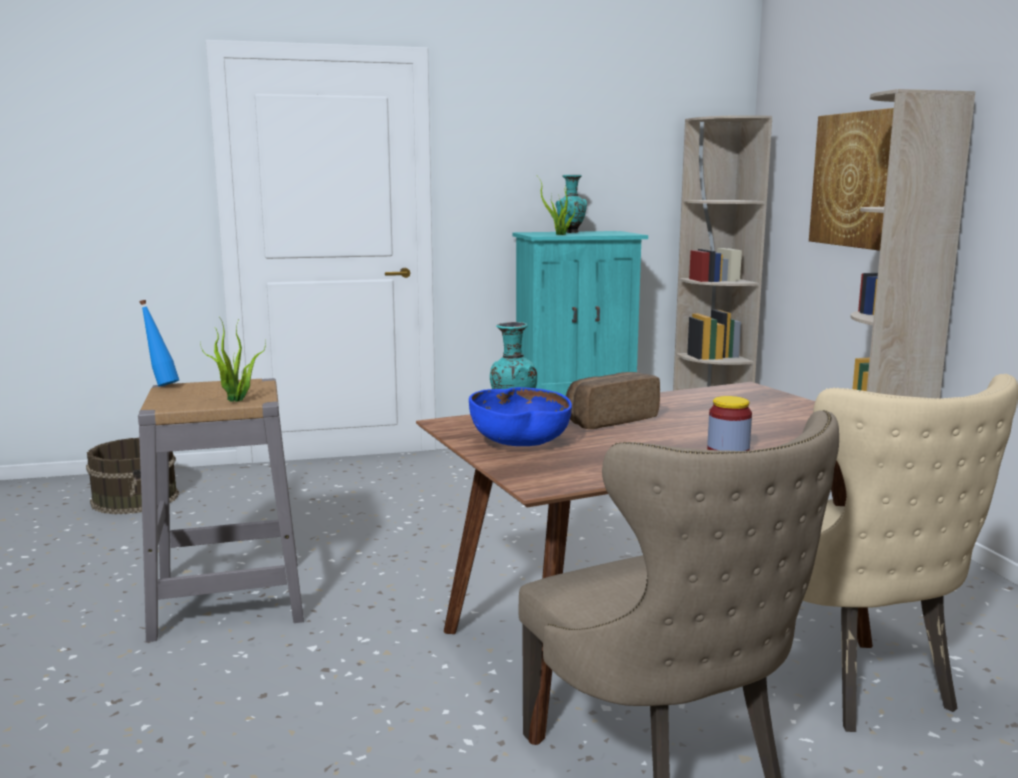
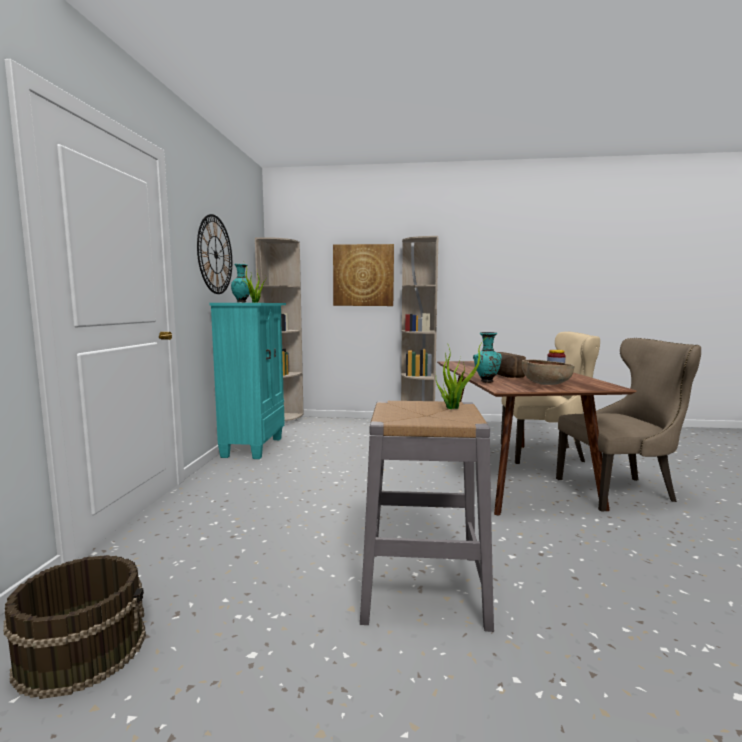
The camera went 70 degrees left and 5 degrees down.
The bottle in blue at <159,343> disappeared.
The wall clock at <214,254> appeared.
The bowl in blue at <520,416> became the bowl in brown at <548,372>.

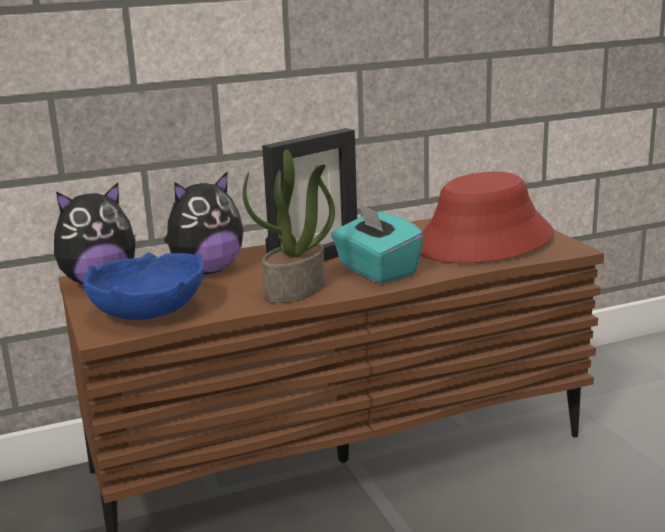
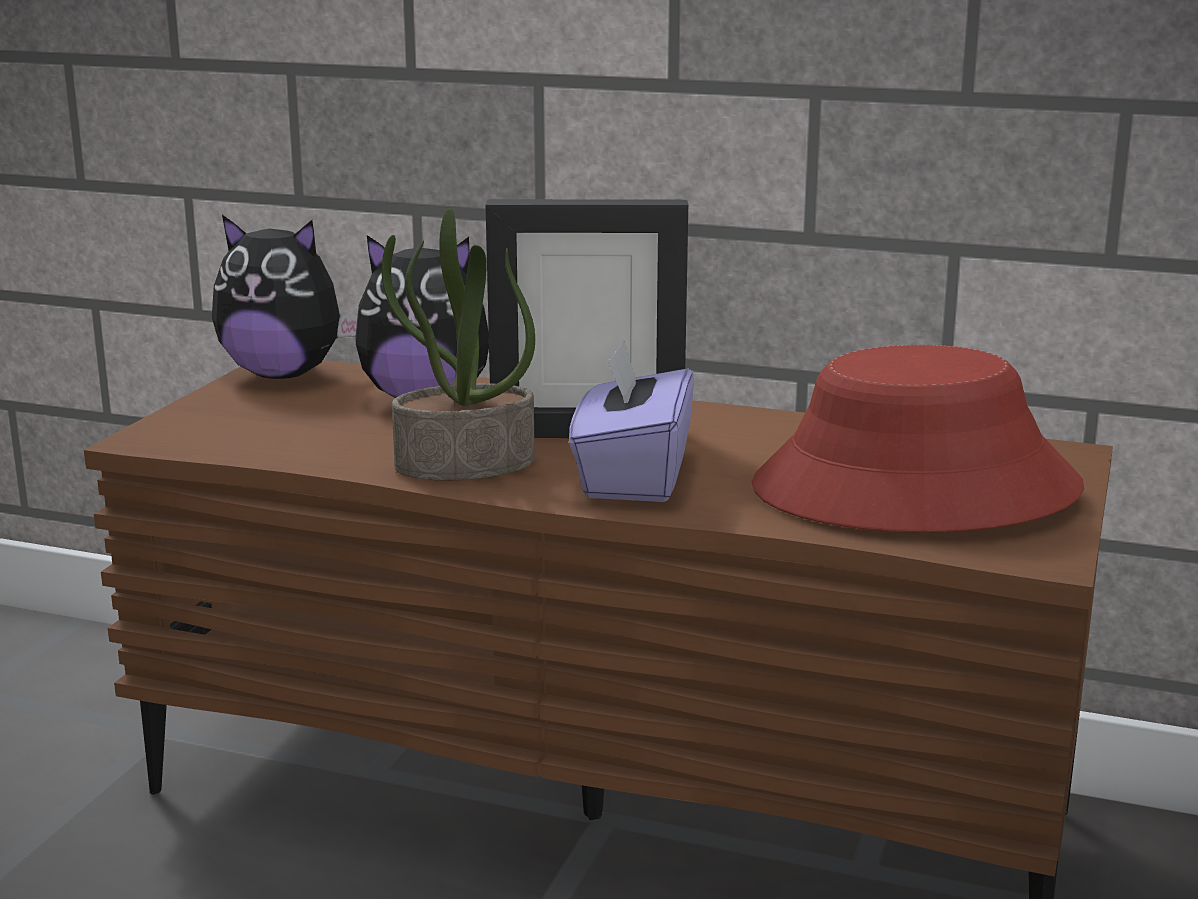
The camera went 40 degrees right and 0 degrees up.
The bowl in blue at <143,286> disappeared.
The tissue box in turquoise at <377,243> became the tissue box in purple at <631,420>.

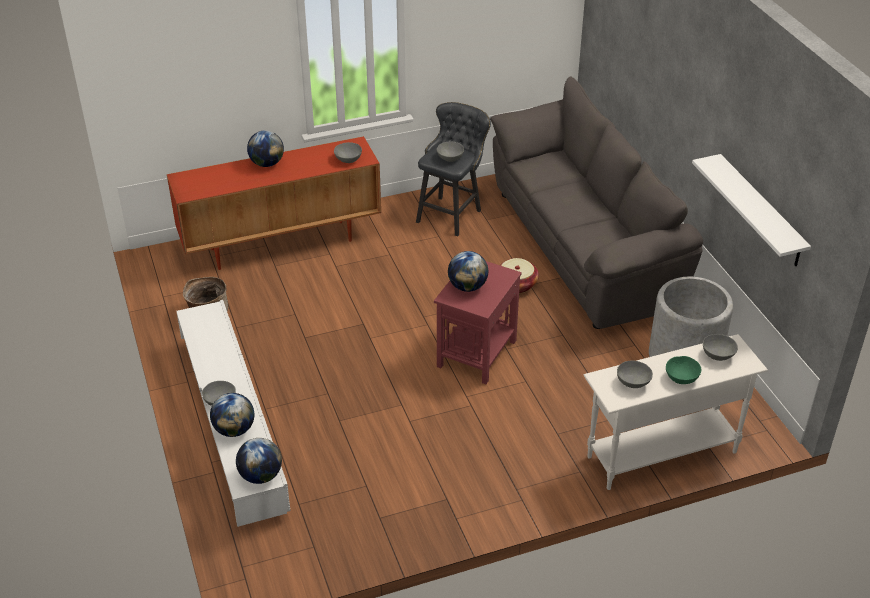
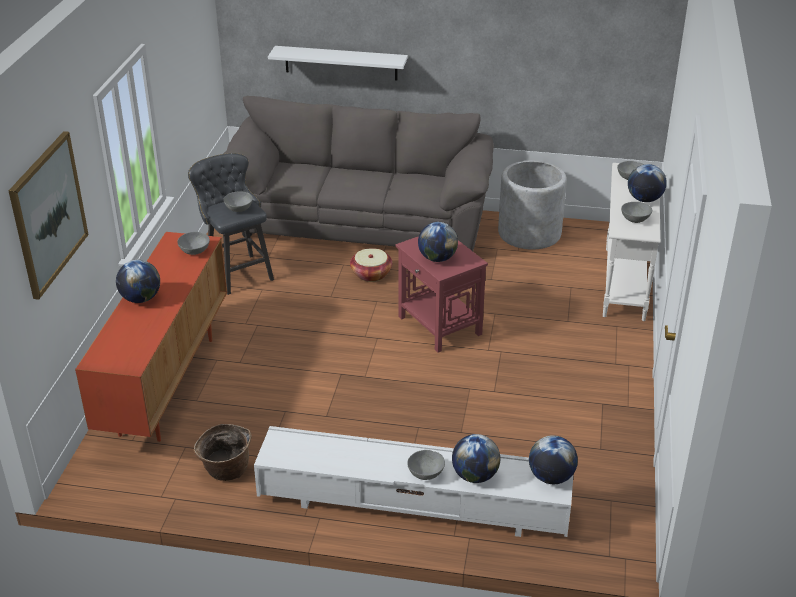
The camera went 60 degrees left and 5 degrees down.
The picture at <49,215> appeared.
The shelf in white moved from <751,210> to <338,63>.
The bowl in green at <683,370> was replaced by the globe at <647,183>.

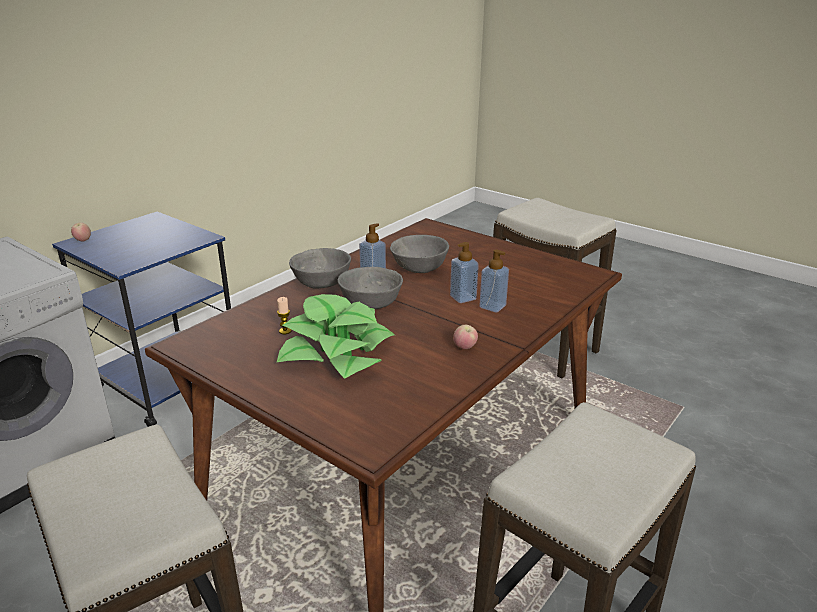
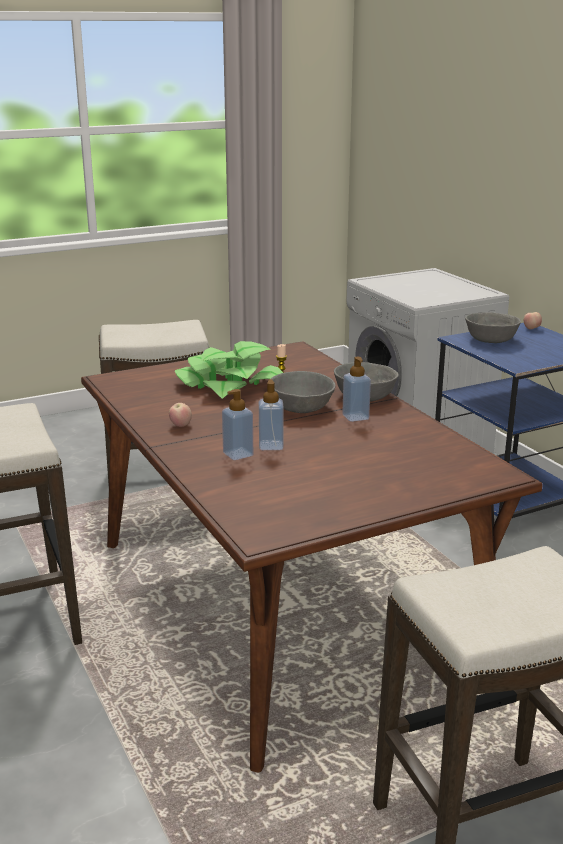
The camera went 115 degrees right and 5 degrees down.
The bowl in grey moved from <419,254> to <493,327>.

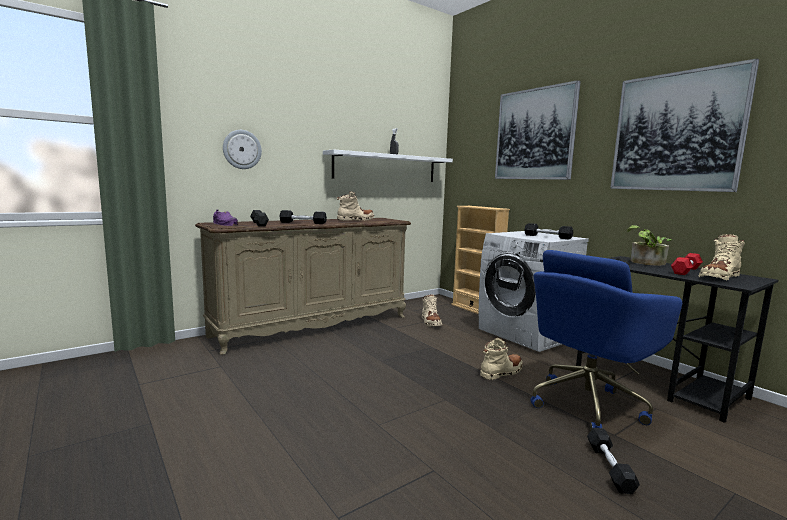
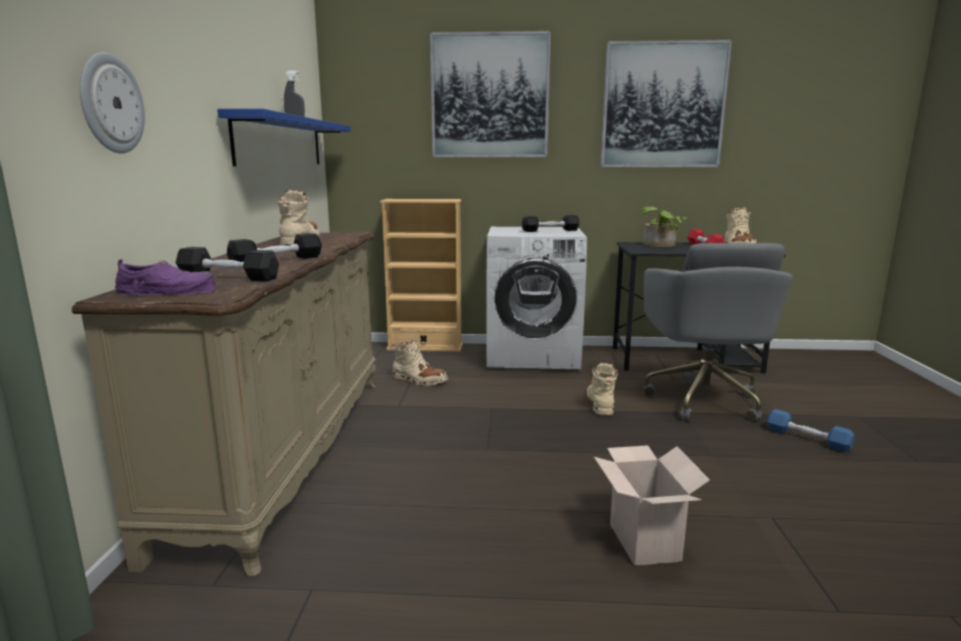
The camera went 50 degrees left and 5 degrees up.
The cardboard box at <652,505> appeared.
The shelf in white at <388,165> became the shelf in blue at <284,137>.
The office chair in blue at <606,340> became the office chair in grey at <718,332>.
The dumbbell in black at <613,461> became the dumbbell in blue at <810,430>.

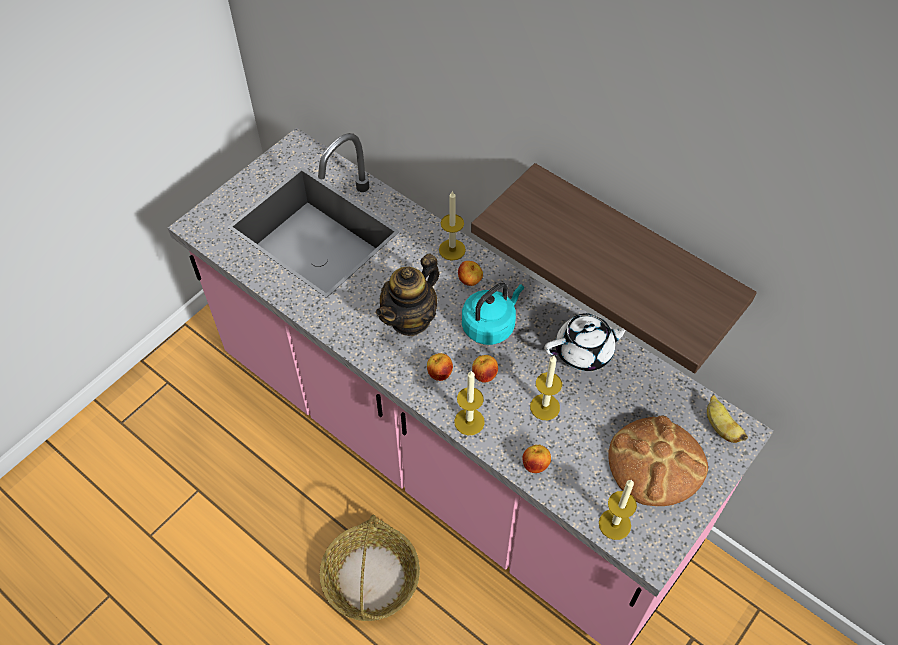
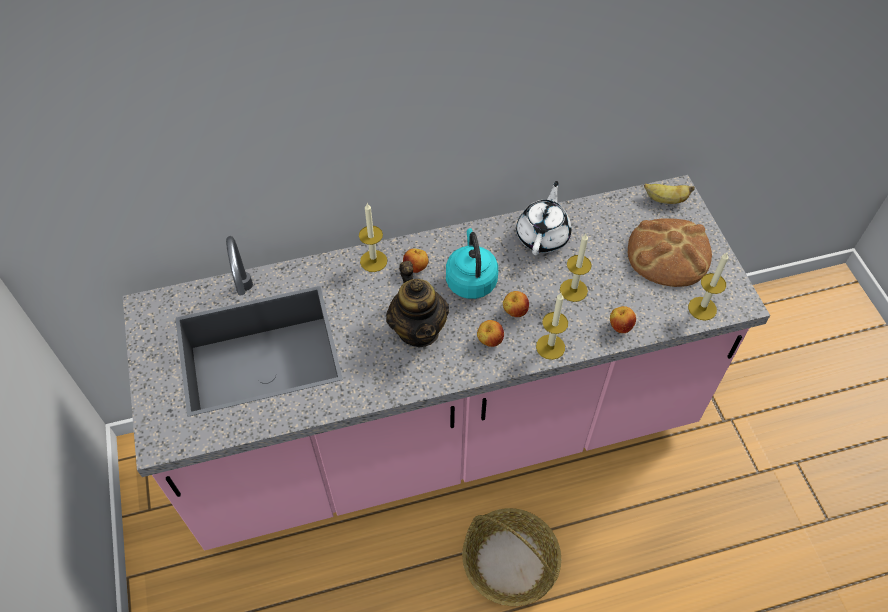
The camera went 55 degrees left and 0 degrees up.
The shelf at <614,268> disappeared.

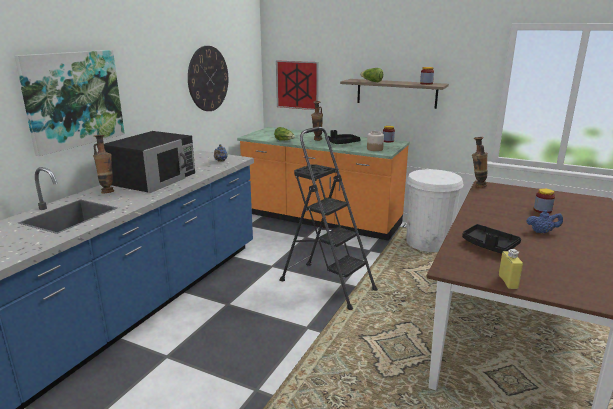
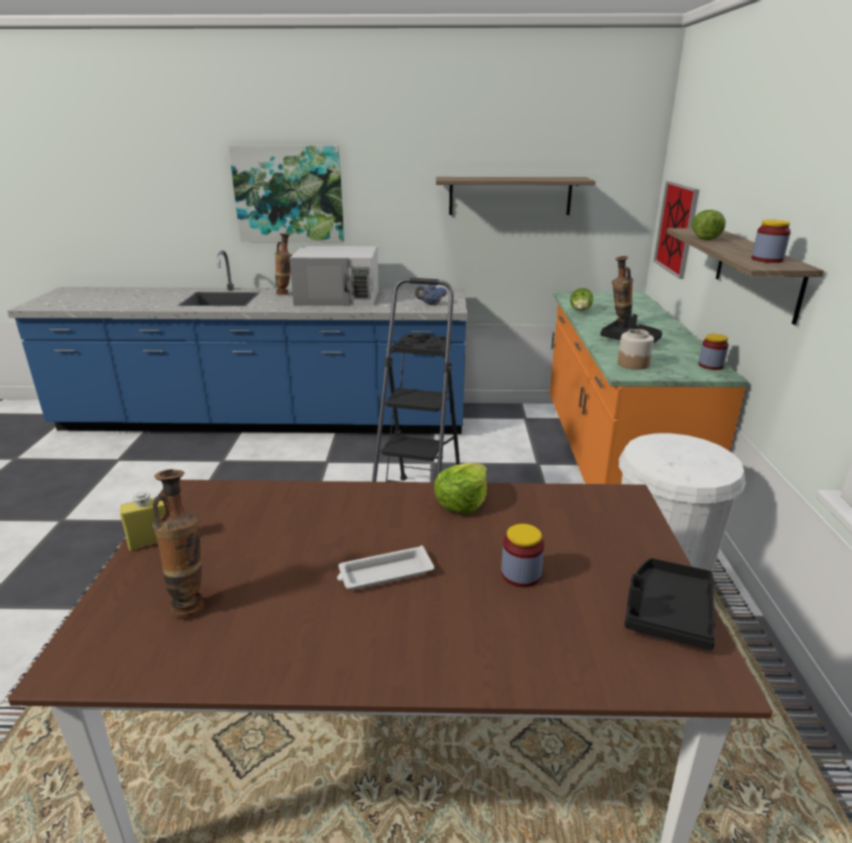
The camera went 65 degrees right and 5 degrees up.
The lettuce at <460,488> appeared.
The tray in black moved from <491,239> to <669,604>.
The vase moved from <480,162> to <178,543>.
The wall clock at <208,78> was replaced by the shelf at <516,196>.
The teapot in blue at <544,221> was replaced by the tray in white at <386,567>.
The microwave in black at <149,162> became the microwave in white at <334,276>.

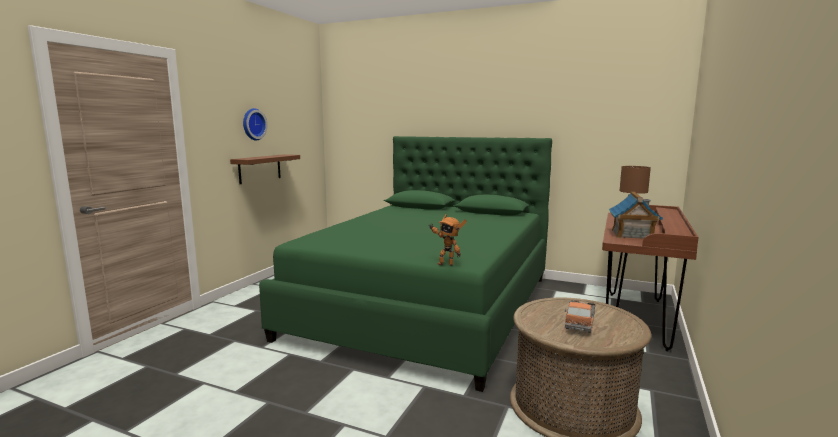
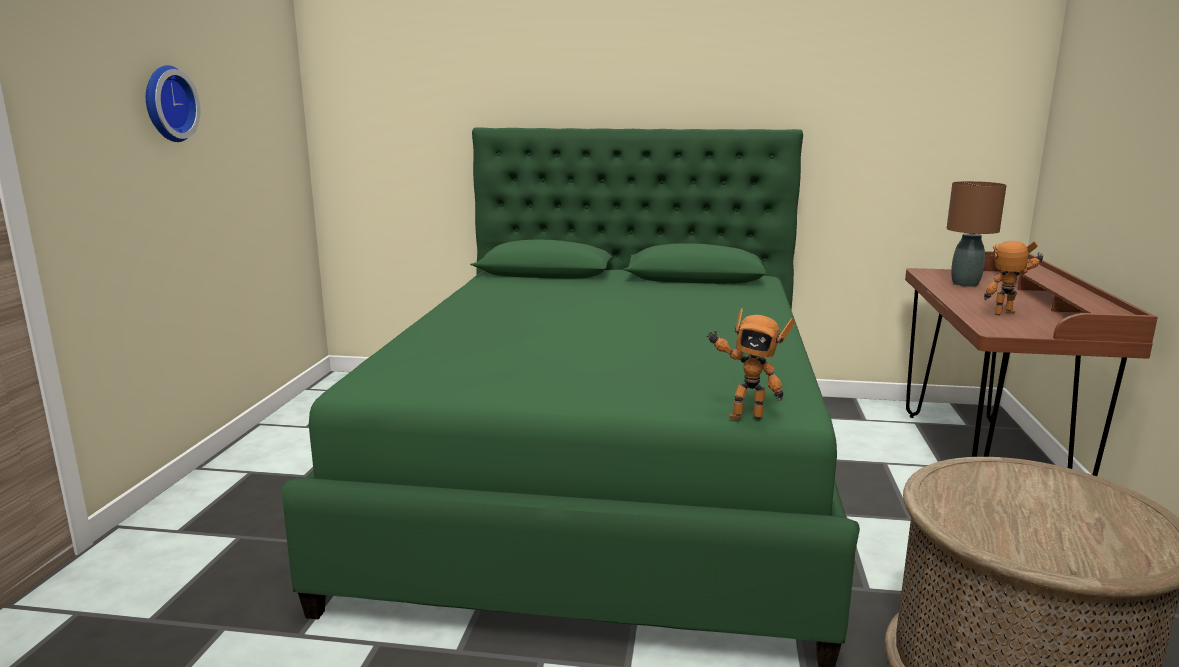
The camera went 15 degrees left and 5 degrees up.
The shelf in brown at <265,169> disappeared.
The toy truck at <580,316> disappeared.
The toy house at <636,215> was replaced by the toy robot at <1014,278>.

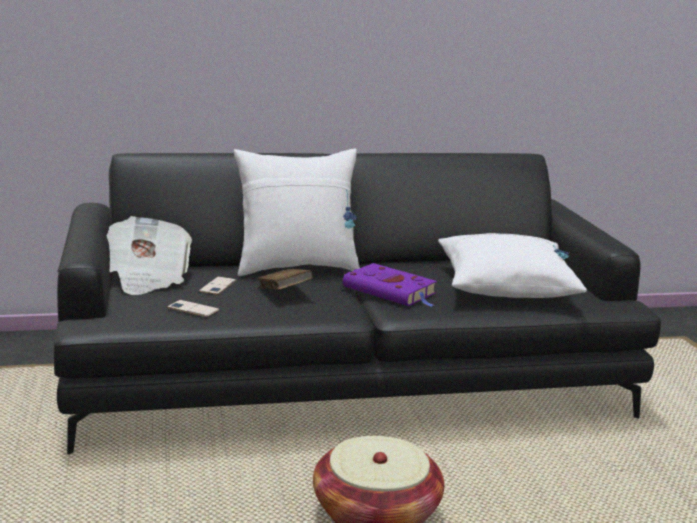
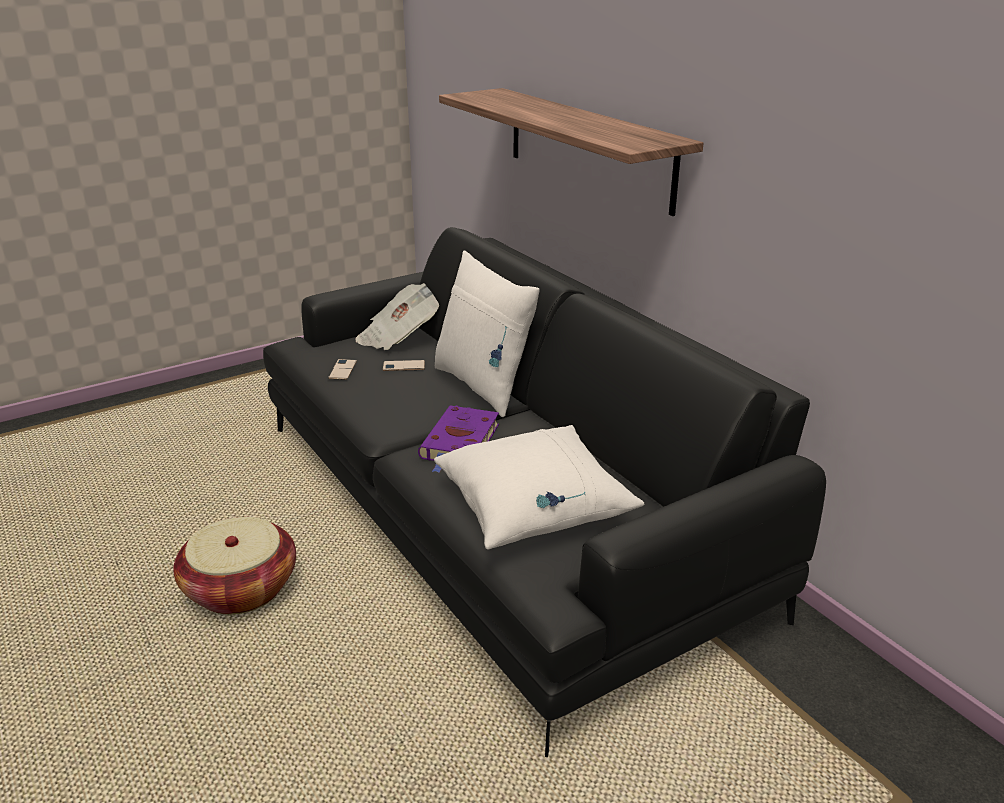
The camera went 70 degrees right and 10 degrees up.
The book in brown at <285,279> disappeared.
The shelf at <571,152> appeared.

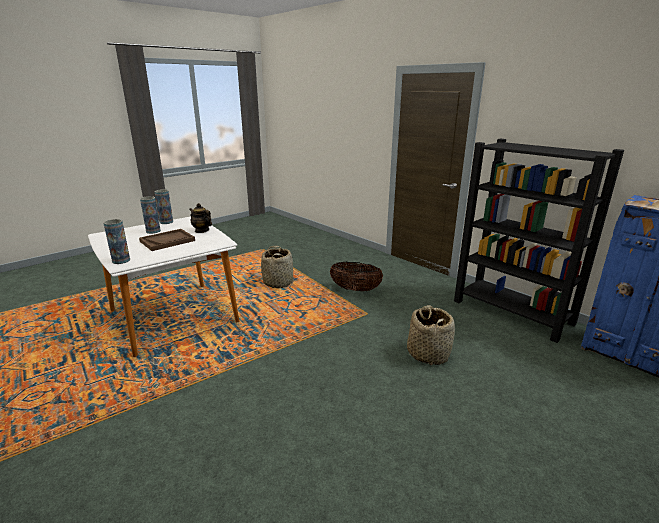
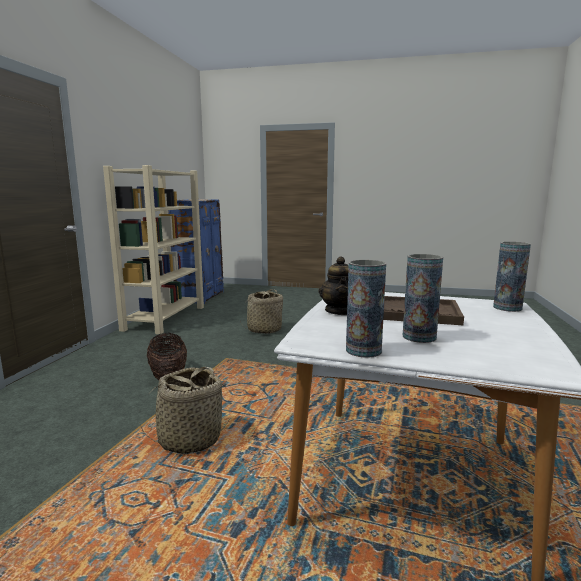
The camera went 125 degrees left and 10 degrees down.
The bookcase in black at <539,241> became the bookcase in beige at <153,250>.

